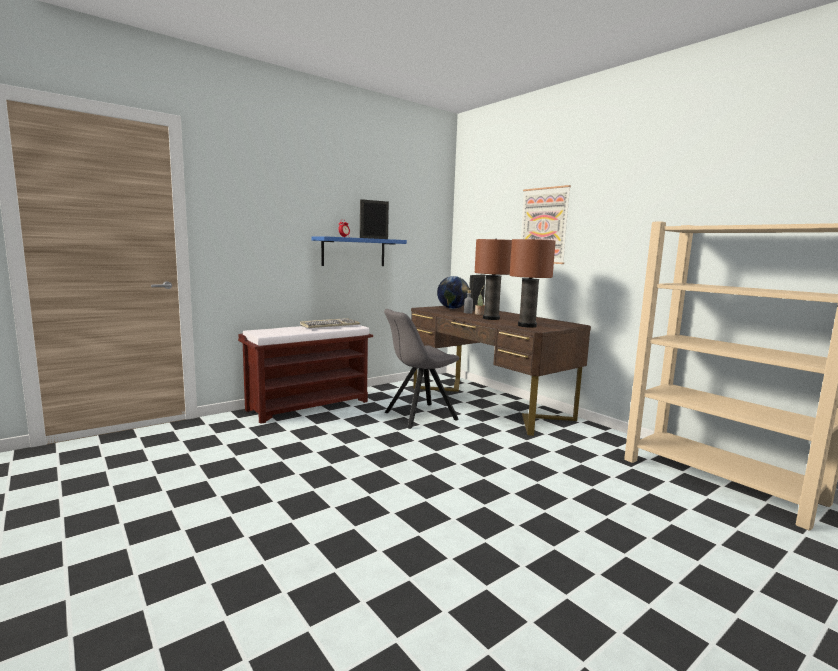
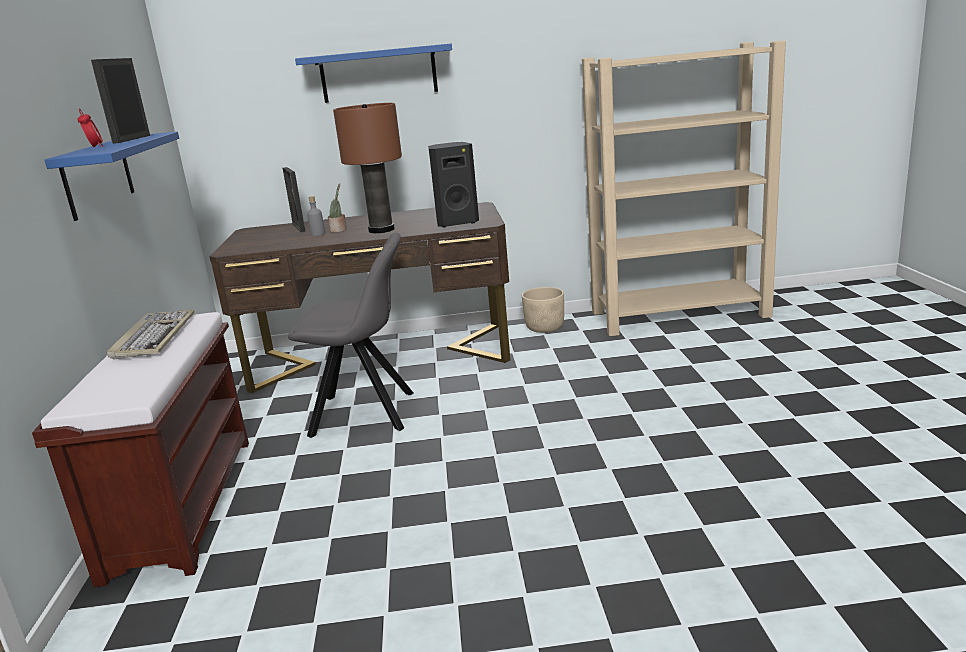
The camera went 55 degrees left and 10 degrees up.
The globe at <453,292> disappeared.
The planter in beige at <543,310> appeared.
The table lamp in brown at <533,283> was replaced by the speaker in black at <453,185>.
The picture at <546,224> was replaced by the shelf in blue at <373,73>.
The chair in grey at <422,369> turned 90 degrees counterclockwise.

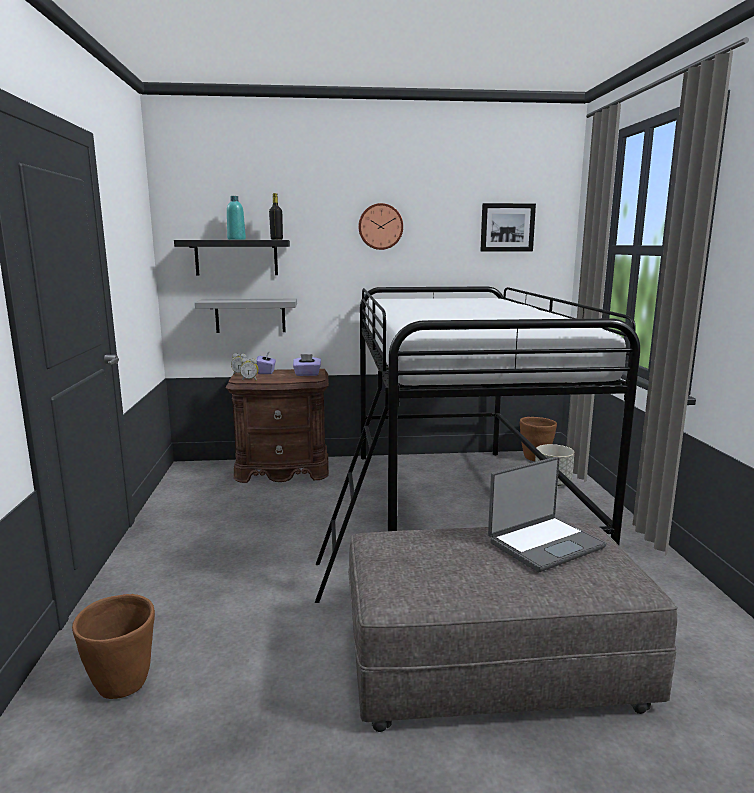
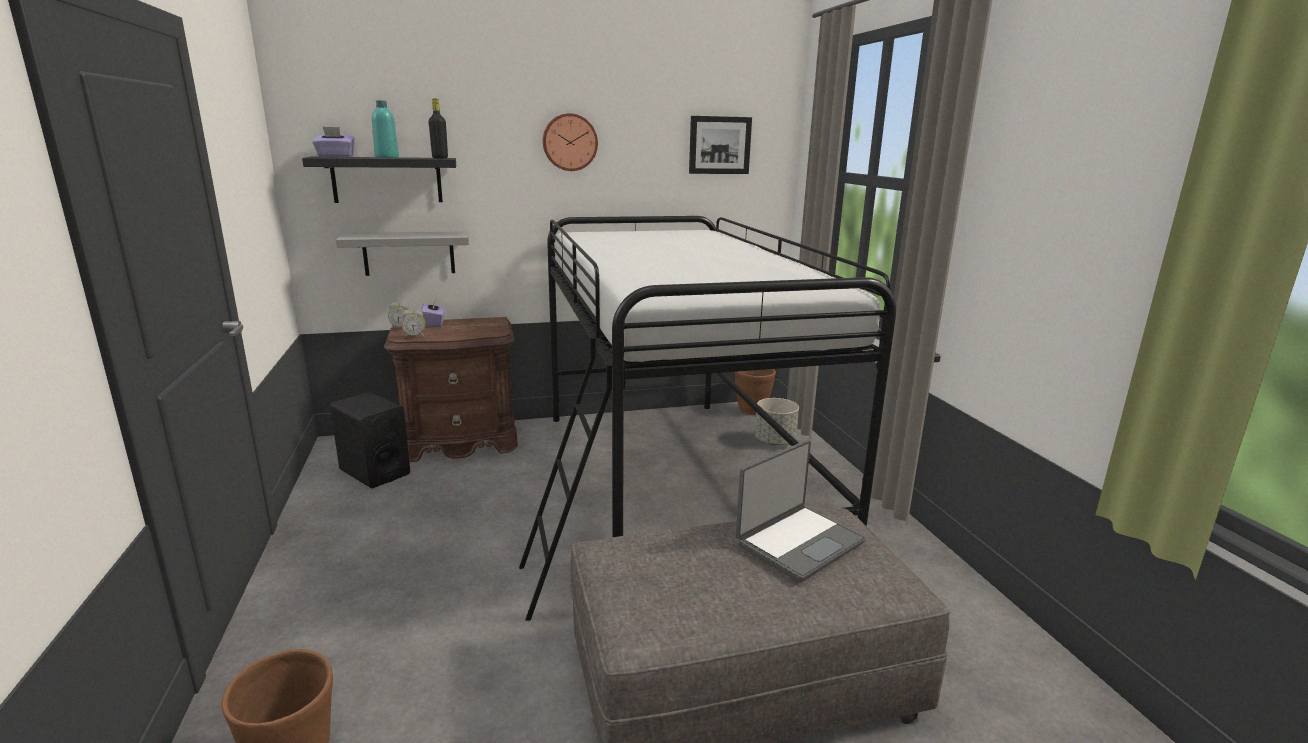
The camera went 10 degrees left and 5 degrees up.
The speaker in black at <370,440> appeared.
The tissue box in purple moved from <307,365> to <333,141>.

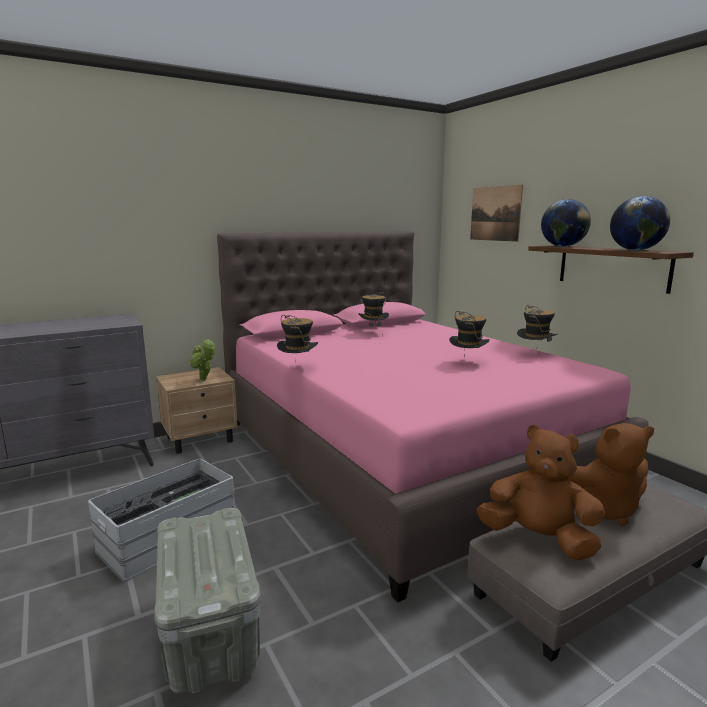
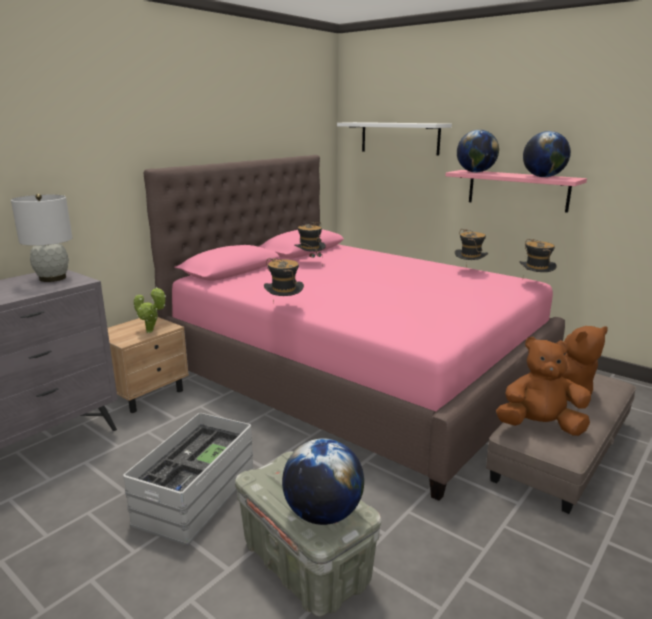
The camera went 20 degrees left and 5 degrees up.
The table lamp in white at <42,238> appeared.
The globe at <323,481> appeared.
The hat moved from <469,334> to <538,255>.
The picture at <496,213> was replaced by the shelf in white at <394,139>.
The shelf in brown at <611,269> became the shelf in pink at <516,191>.

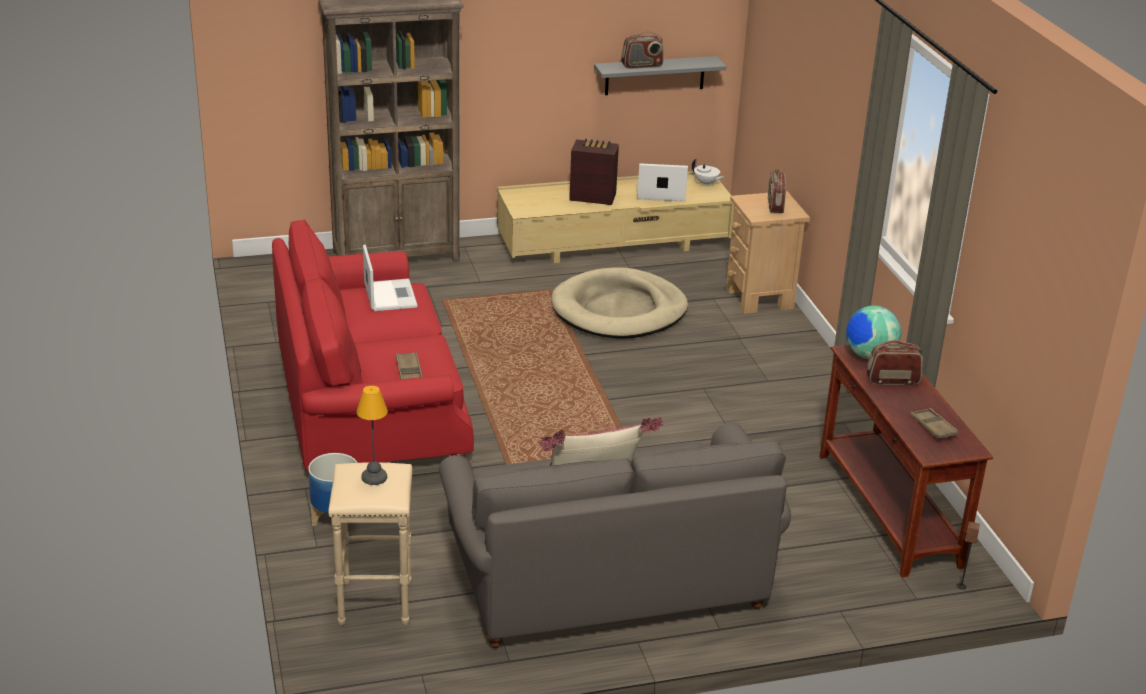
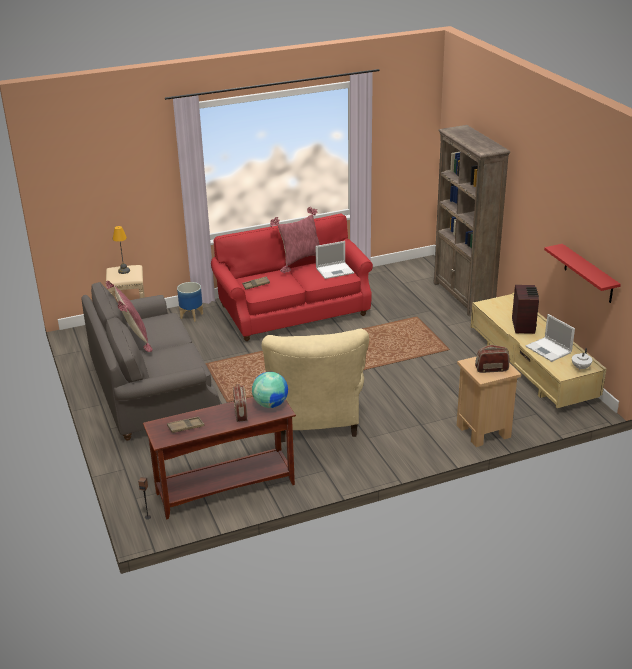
The camera went 85 degrees right and 0 degrees up.
The dog bed in beige at <619,303> disappeared.
The radio at <642,50> disappeared.
The armchair in beige at <315,385> appeared.
The pillow in red at <295,240> appeared.
The shelf in grey at <660,75> became the shelf in red at <582,273>.
The laptop at <662,182> turned 150 degrees clockwise.

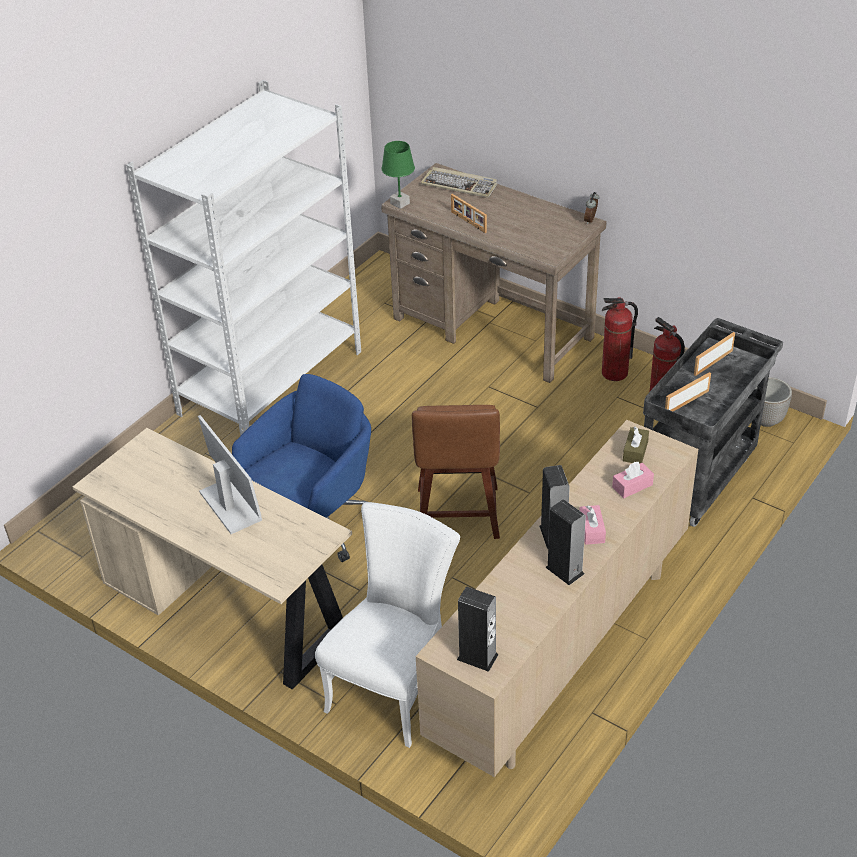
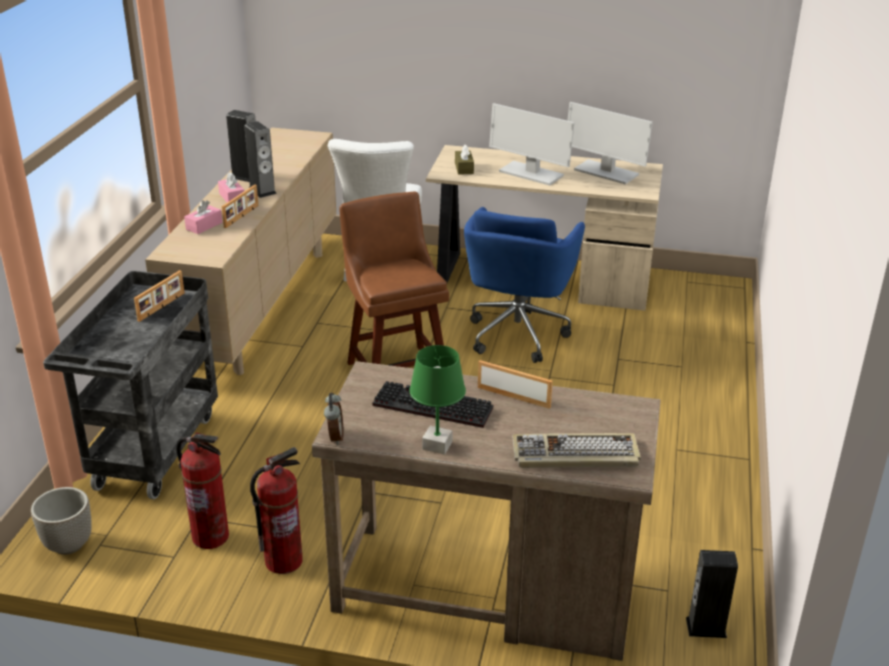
The camera went 155 degrees right and 10 degrees down.
The bookcase in white at <243,257> disappeared.
The keyboard at <433,404> appeared.
The monitor at <610,143> appeared.
The table lamp in green moved from <398,175> to <437,400>.
The speaker moved from <478,629> to <712,594>.
The tissue box in brown moved from <636,445> to <464,159>.
The picture frame moved from <714,354> to <240,206>.

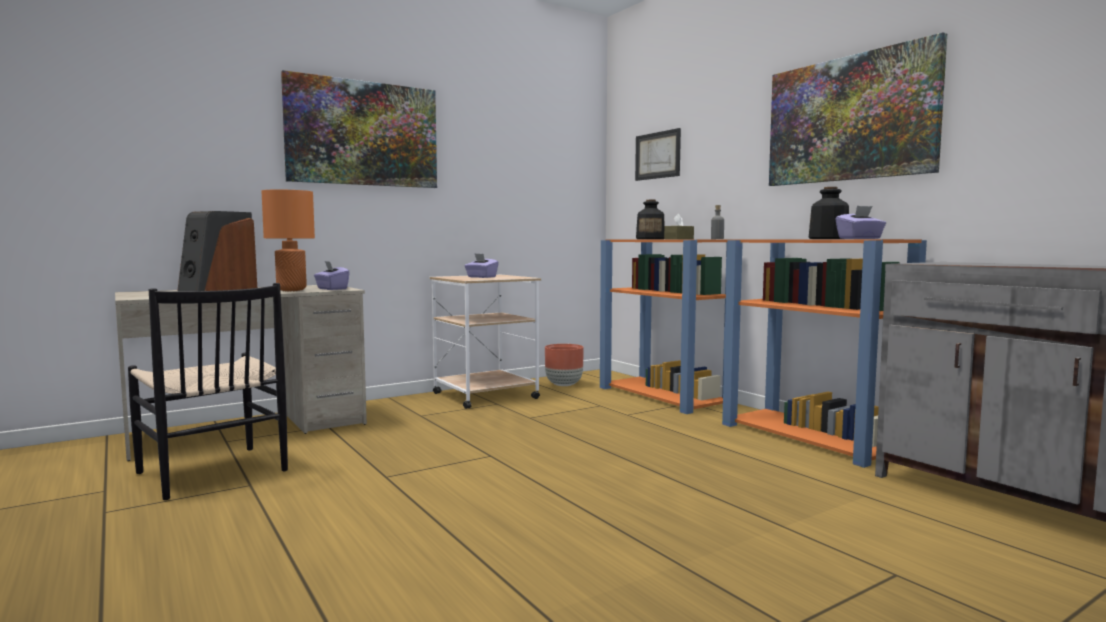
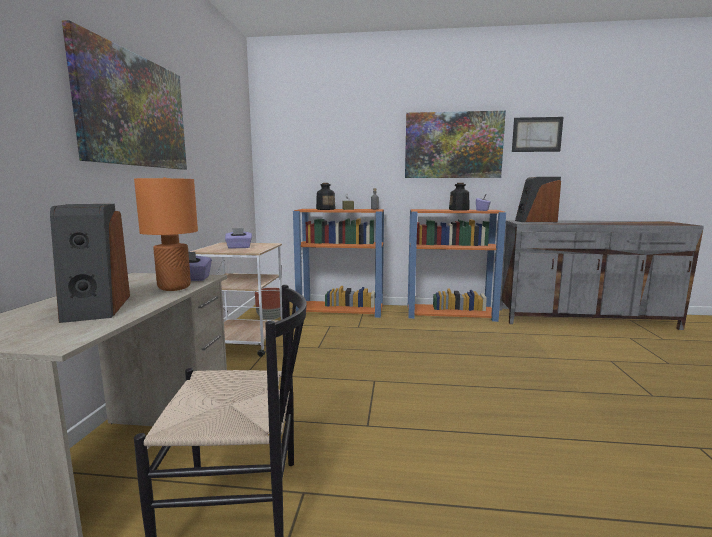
The camera went 50 degrees left and 5 degrees up.
The speaker at <538,199> appeared.
The picture moved from <658,154> to <537,134>.

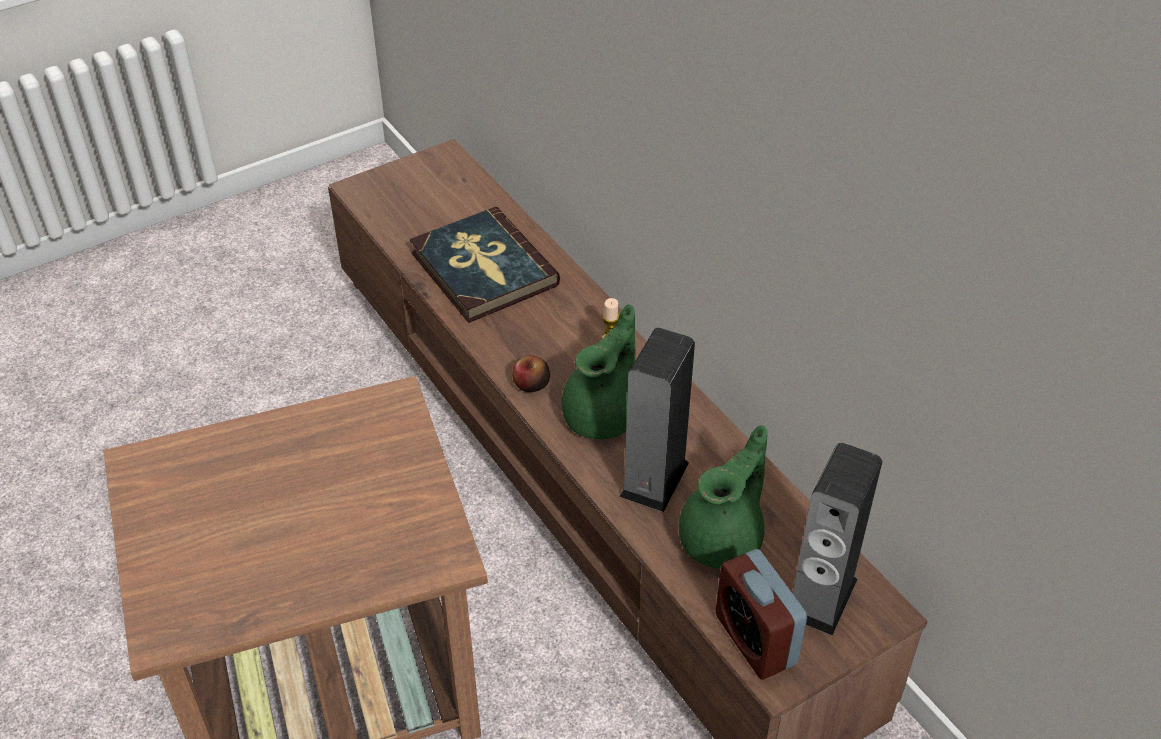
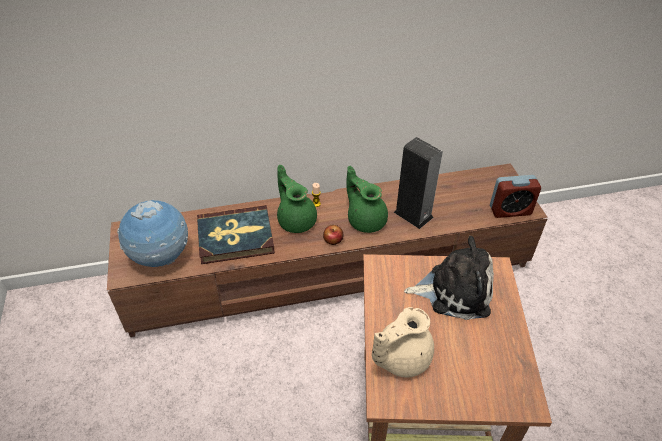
The camera went 70 degrees left and 0 degrees up.
The speaker at <837,539> disappeared.
The globe at <152,233> appeared.
The teapot in beige at <403,342> appeared.
The plush toy at <449,278> appeared.
The teapot in green moved from <723,496> to <297,199>.

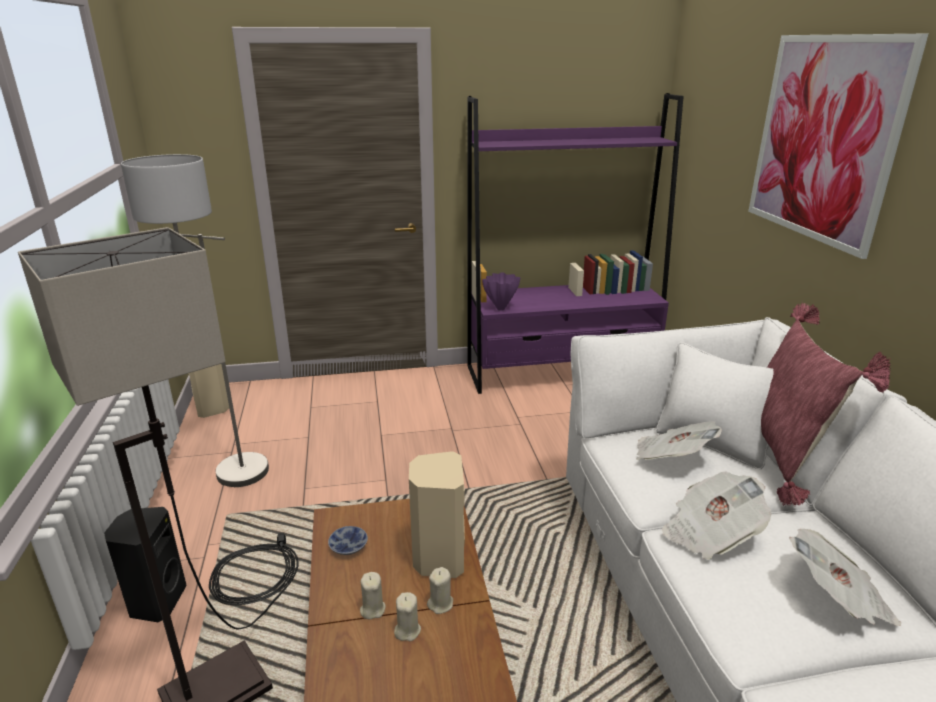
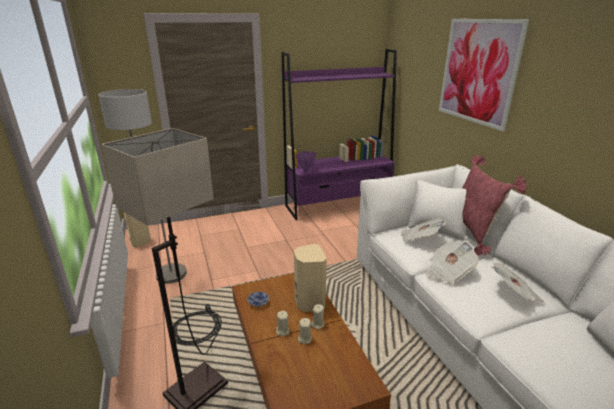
The camera went 10 degrees left and 0 degrees up.
The speaker in black at <145,564> disappeared.

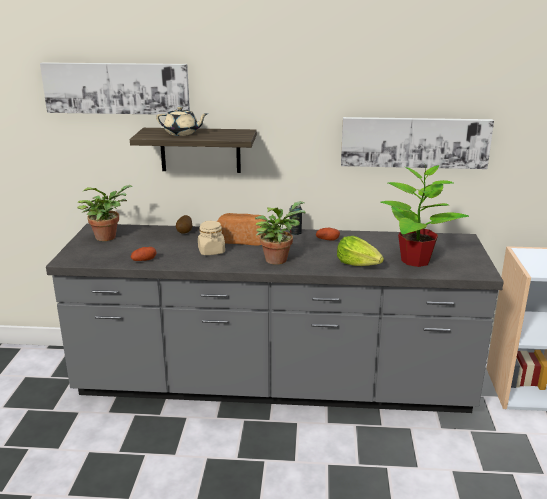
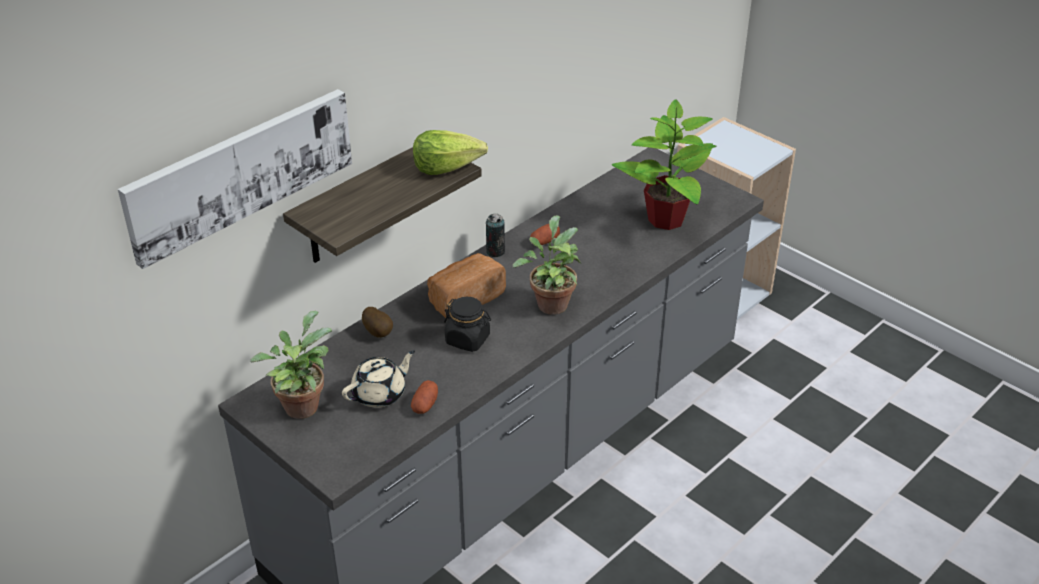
The camera went 50 degrees left and 15 degrees up.
The picture at <417,143> disappeared.
The teapot in beige moved from <181,121> to <378,379>.
The lettuce moved from <360,251> to <450,152>.
The jar in beige at <211,237> became the jar in black at <467,324>.

